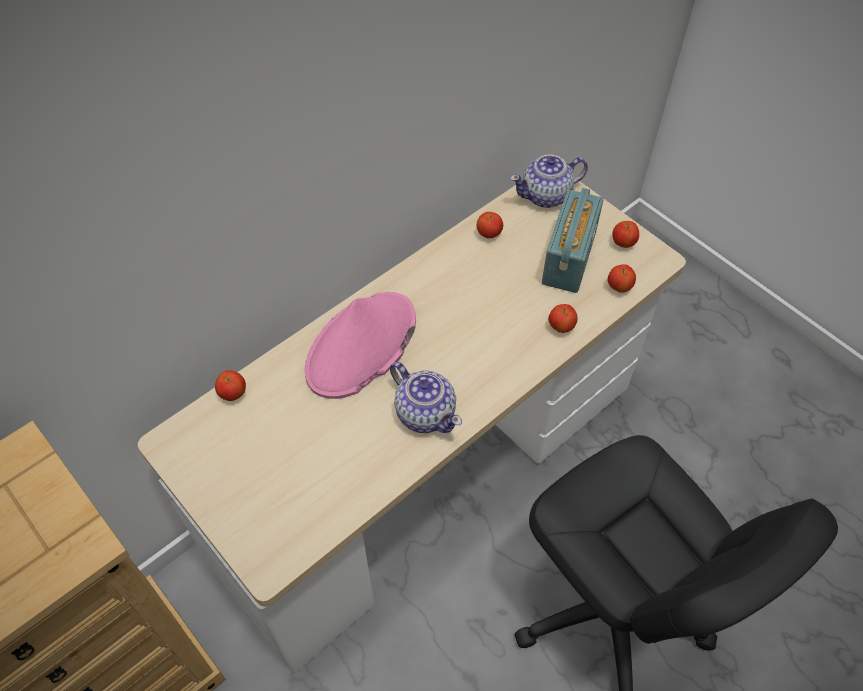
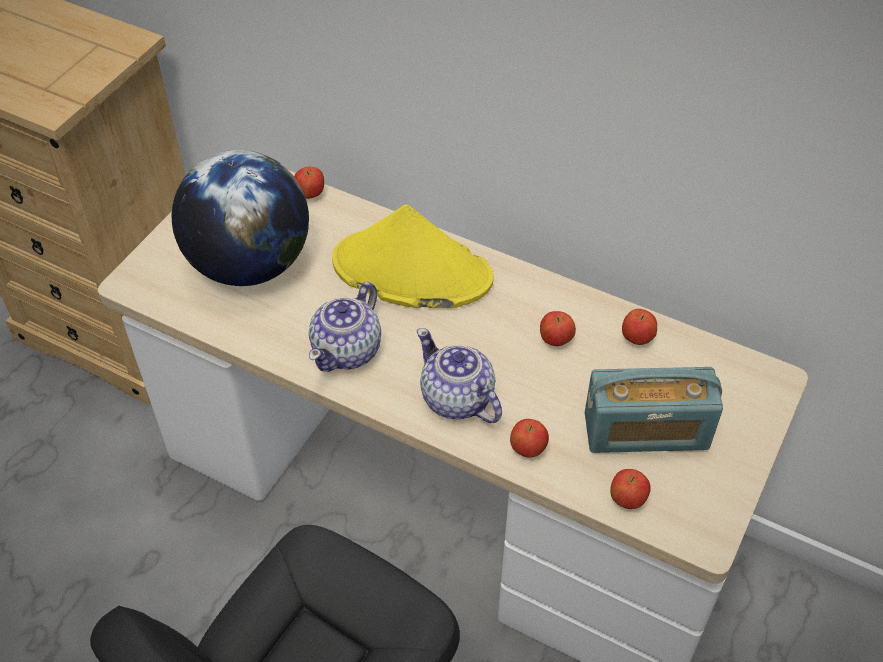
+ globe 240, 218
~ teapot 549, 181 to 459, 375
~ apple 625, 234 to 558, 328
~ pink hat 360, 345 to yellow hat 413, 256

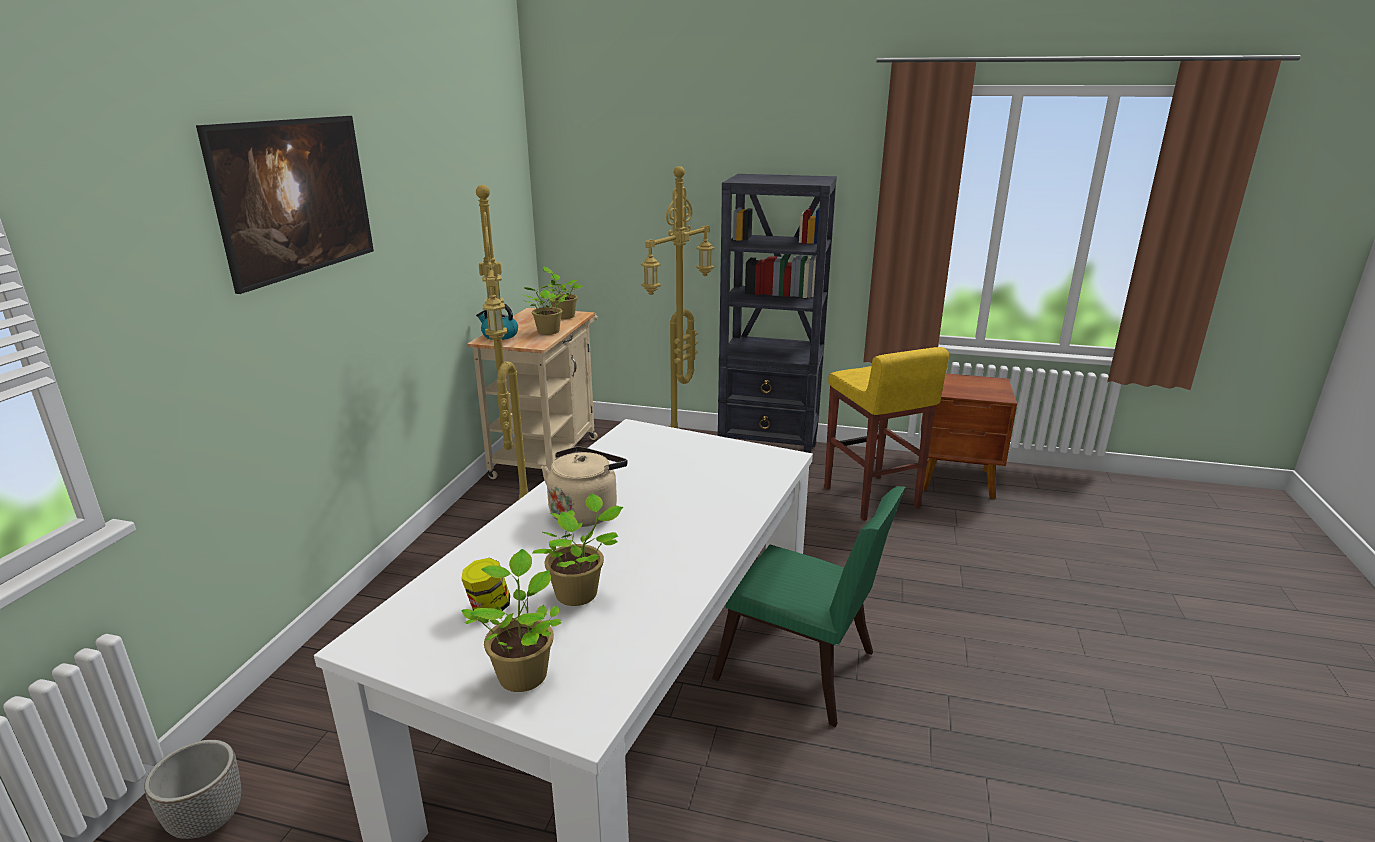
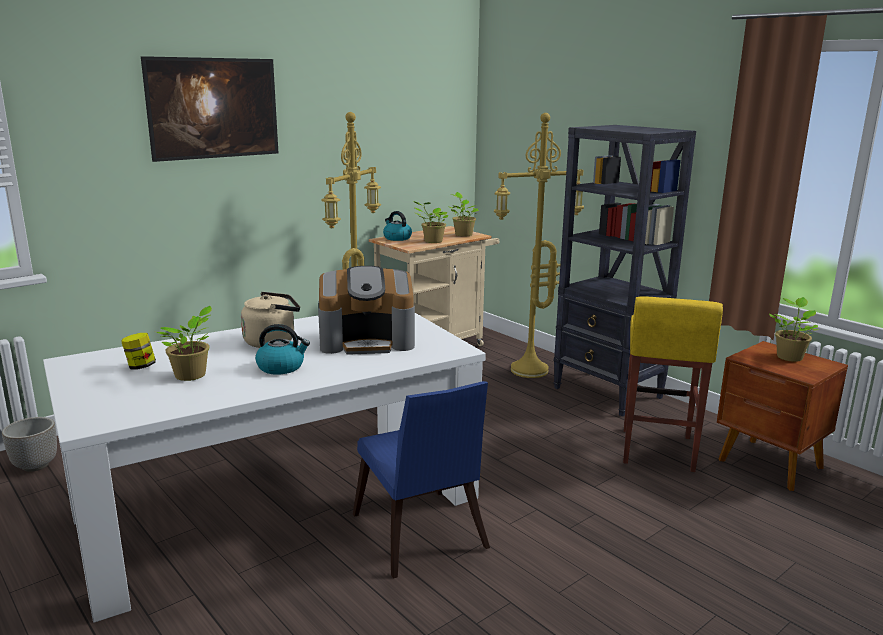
+ kettle 282, 349
+ coffee machine 366, 310
~ potted plant 511, 620 to 794, 329
~ green chair 808, 606 to blue chair 421, 480

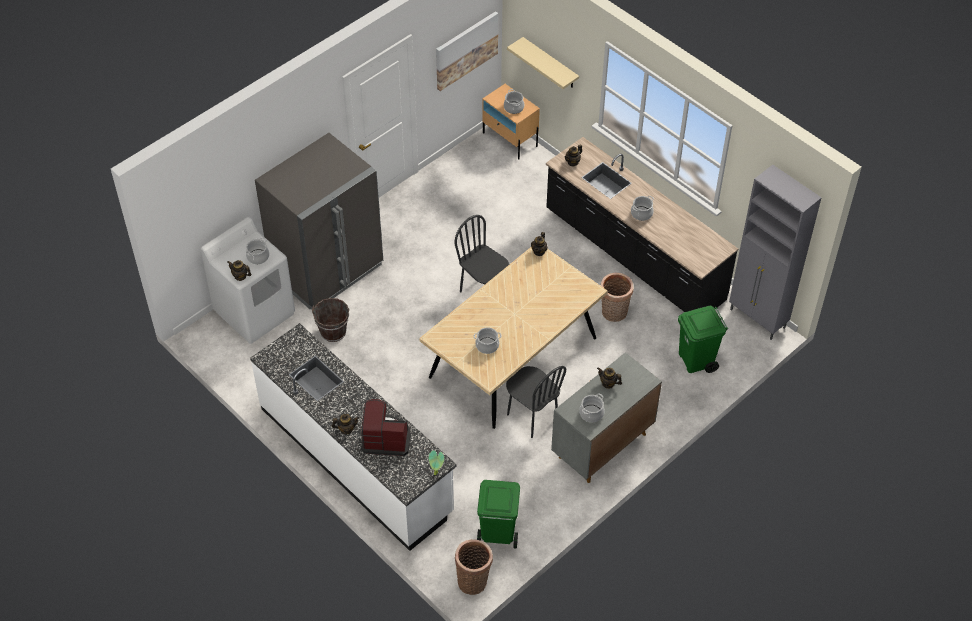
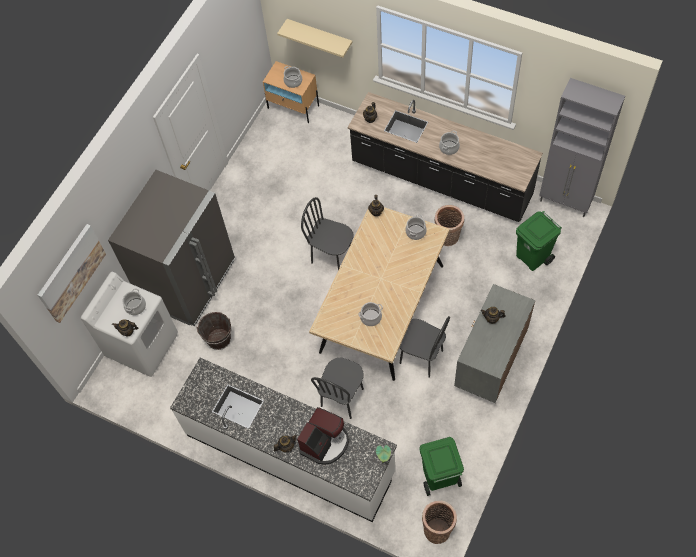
+ black chair 337, 388
~ picture 467, 51 to 72, 273
~ cooking pot 592, 407 to 416, 227
~ coffee machine 386, 427 = 323, 436 135 degrees clockwise

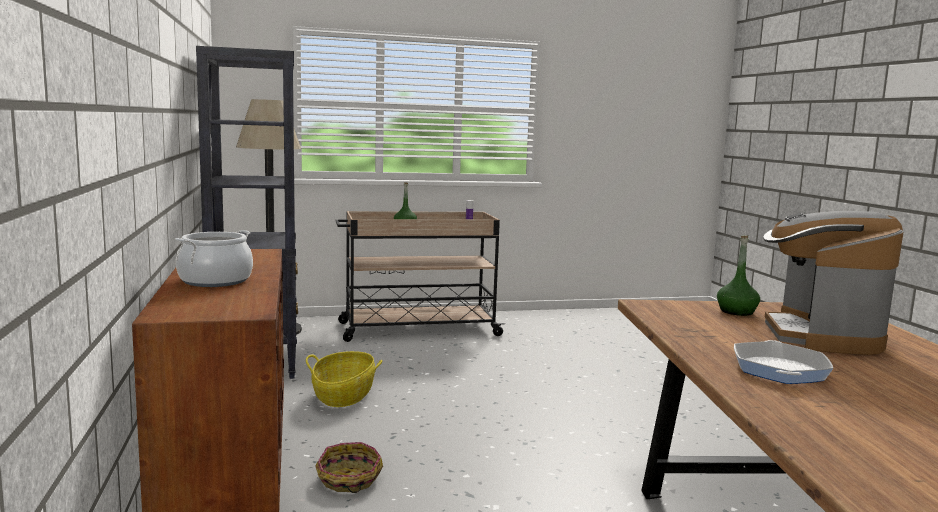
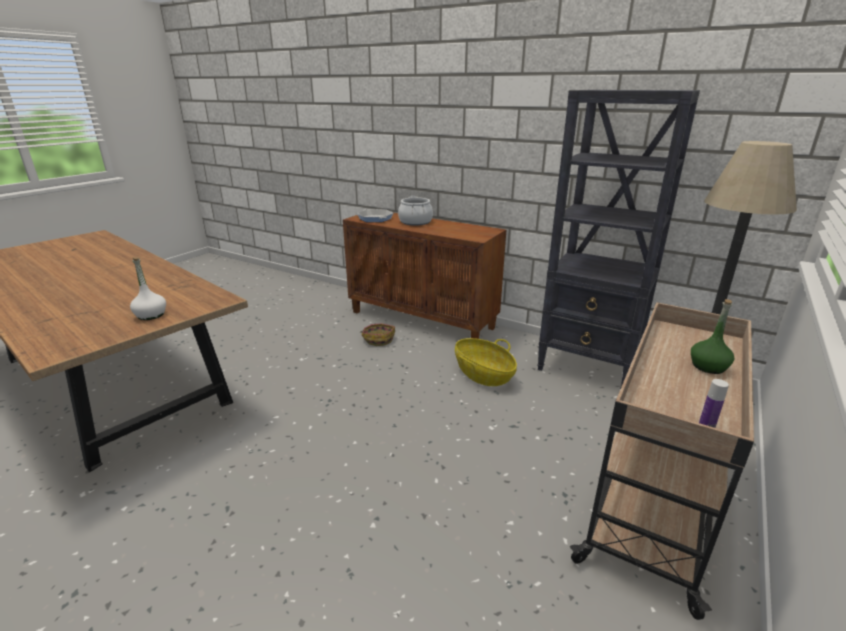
- coffee machine 833, 283
~ frying pan 783, 362 to 375, 215
~ green bottle 738, 275 to white bottle 148, 288

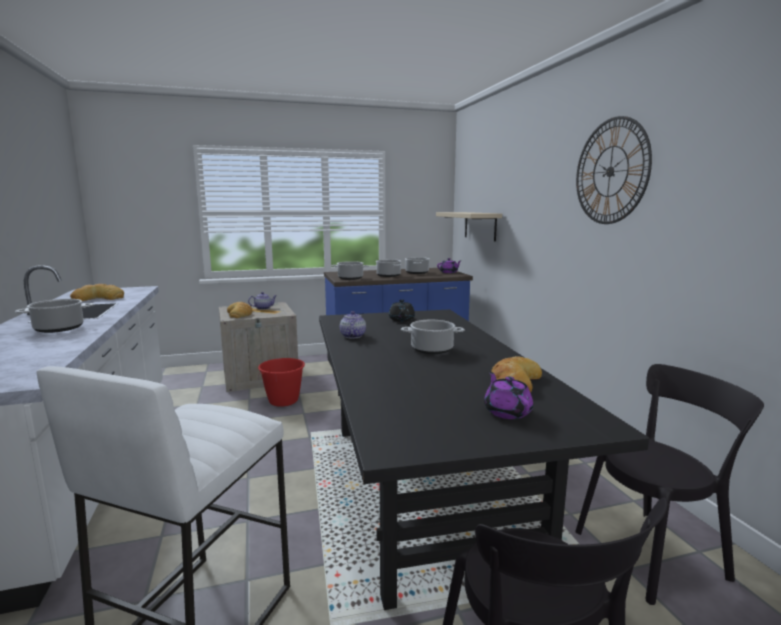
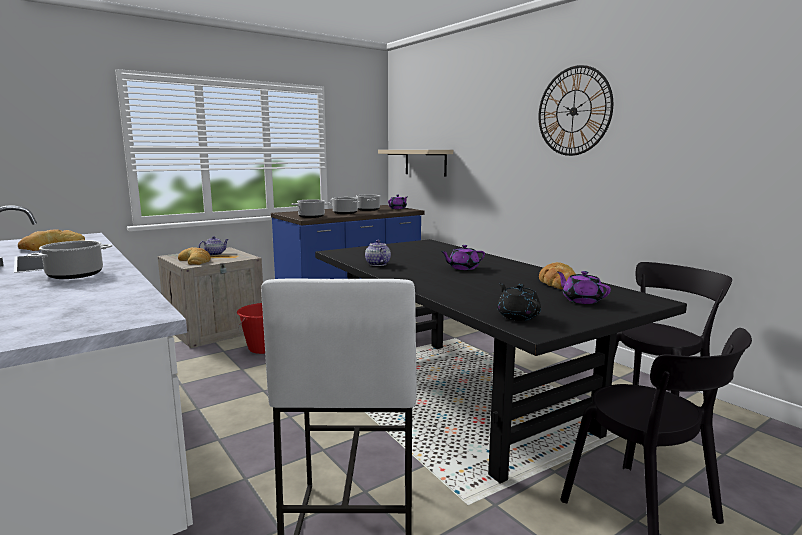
~ black teapot 402, 311 to 519, 302
~ cooking pot 432, 337 to purple teapot 463, 257

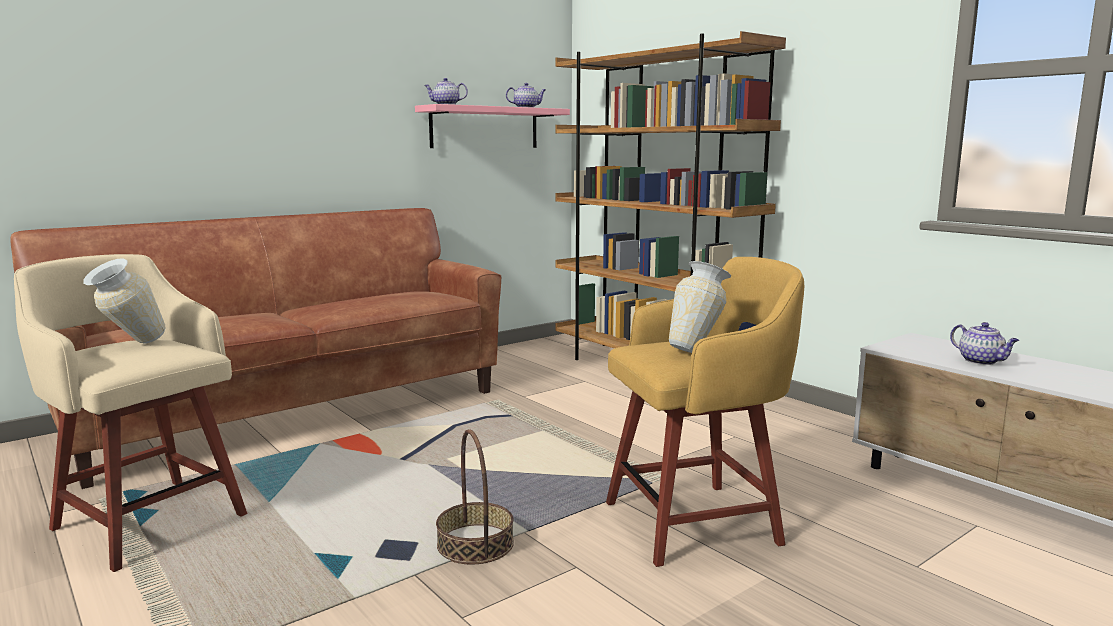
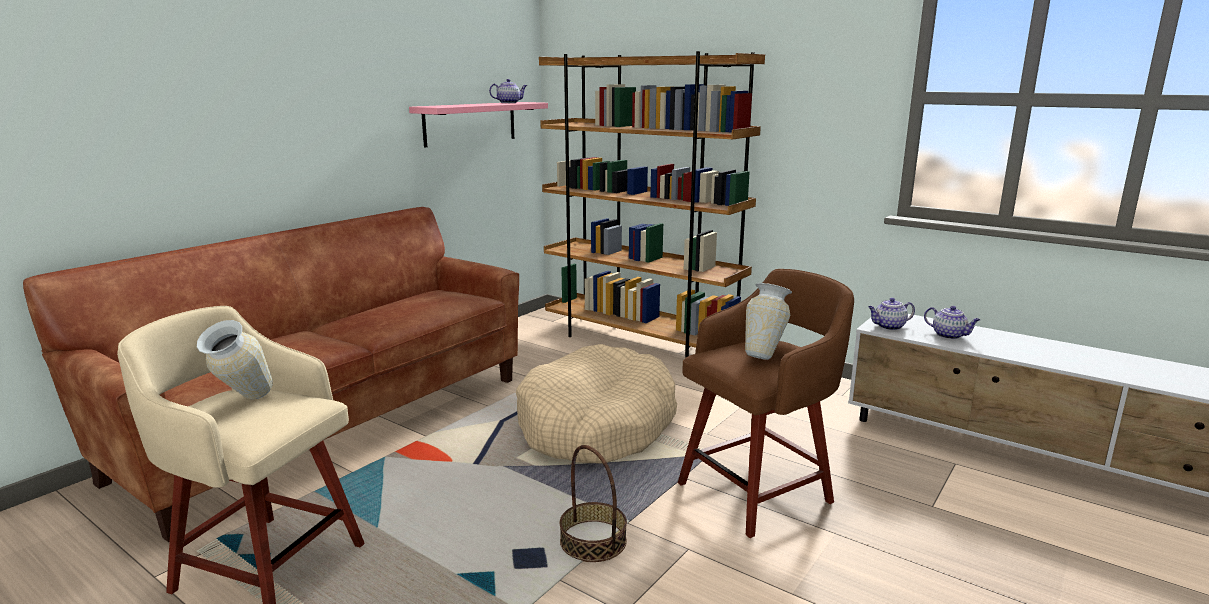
+ beige dog bed 596, 404
~ teapot 446, 91 to 891, 314
~ yellow stool 705, 412 to brown stool 766, 403

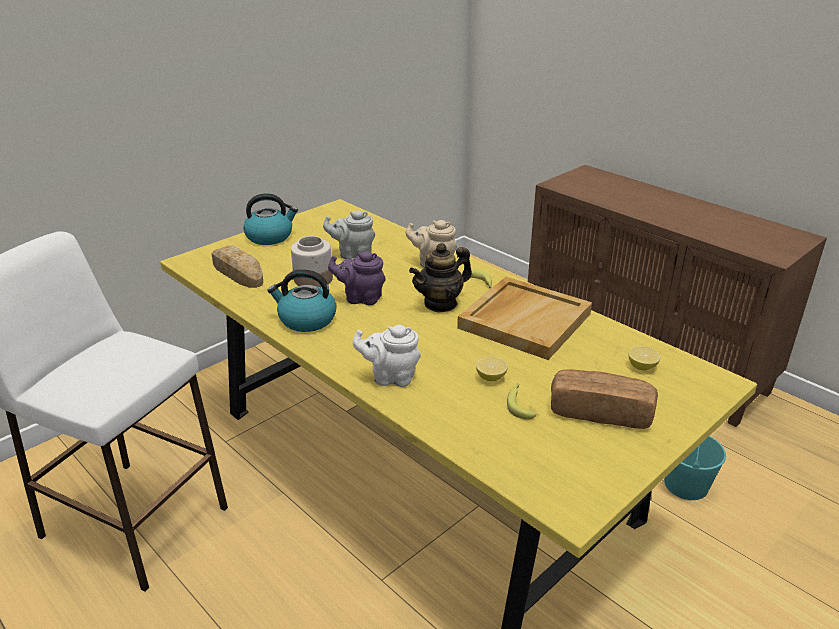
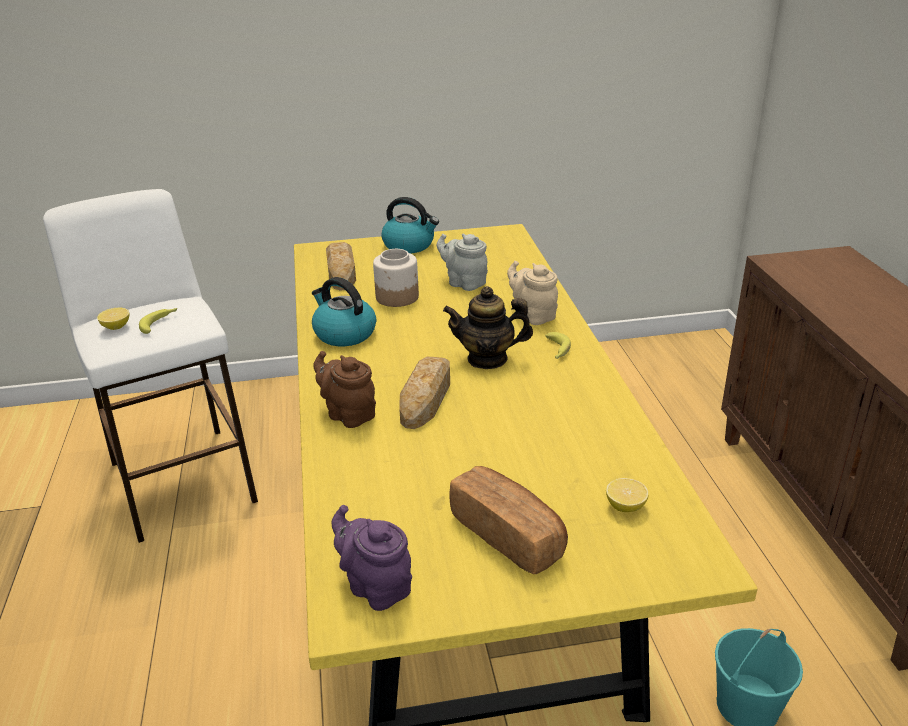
- beige tray 524, 318
+ bread 424, 393
~ purple teapot 357, 278 to 371, 558
~ lemon 492, 369 to 113, 319
~ banana 522, 401 to 158, 321
~ white teapot 387, 356 to brown teapot 344, 389

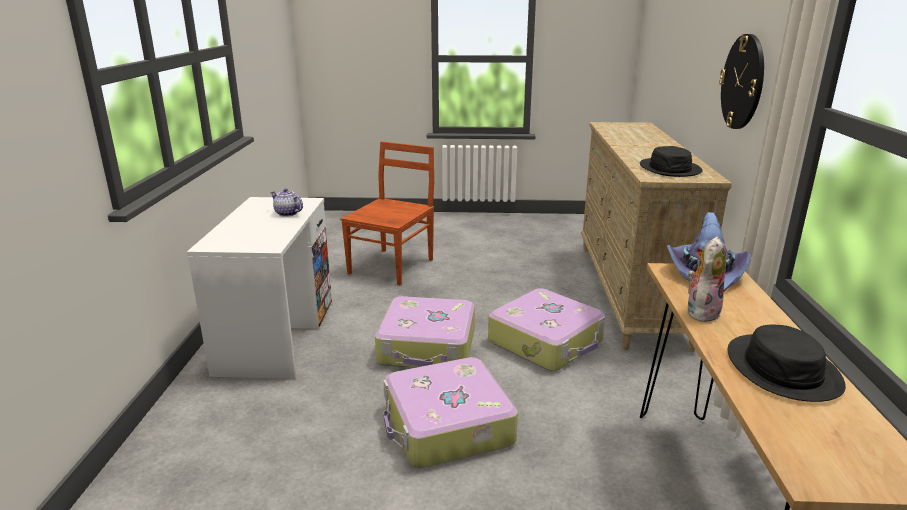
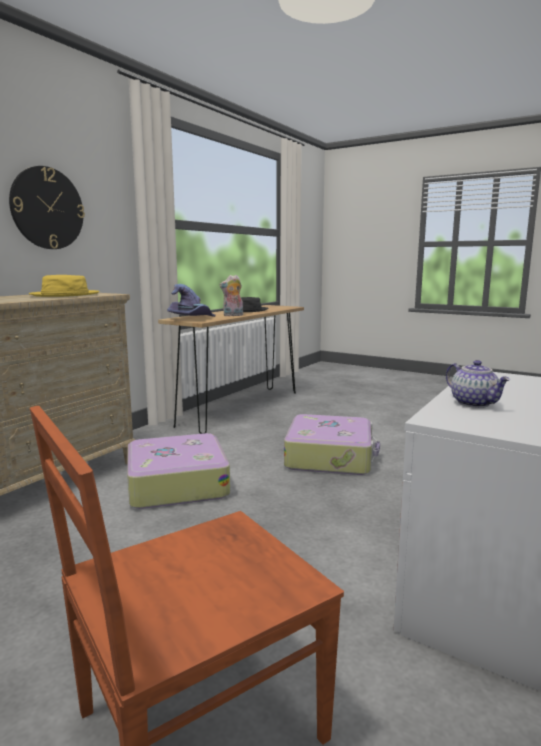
- suitcase 425, 332
~ black hat 671, 161 to yellow hat 64, 286

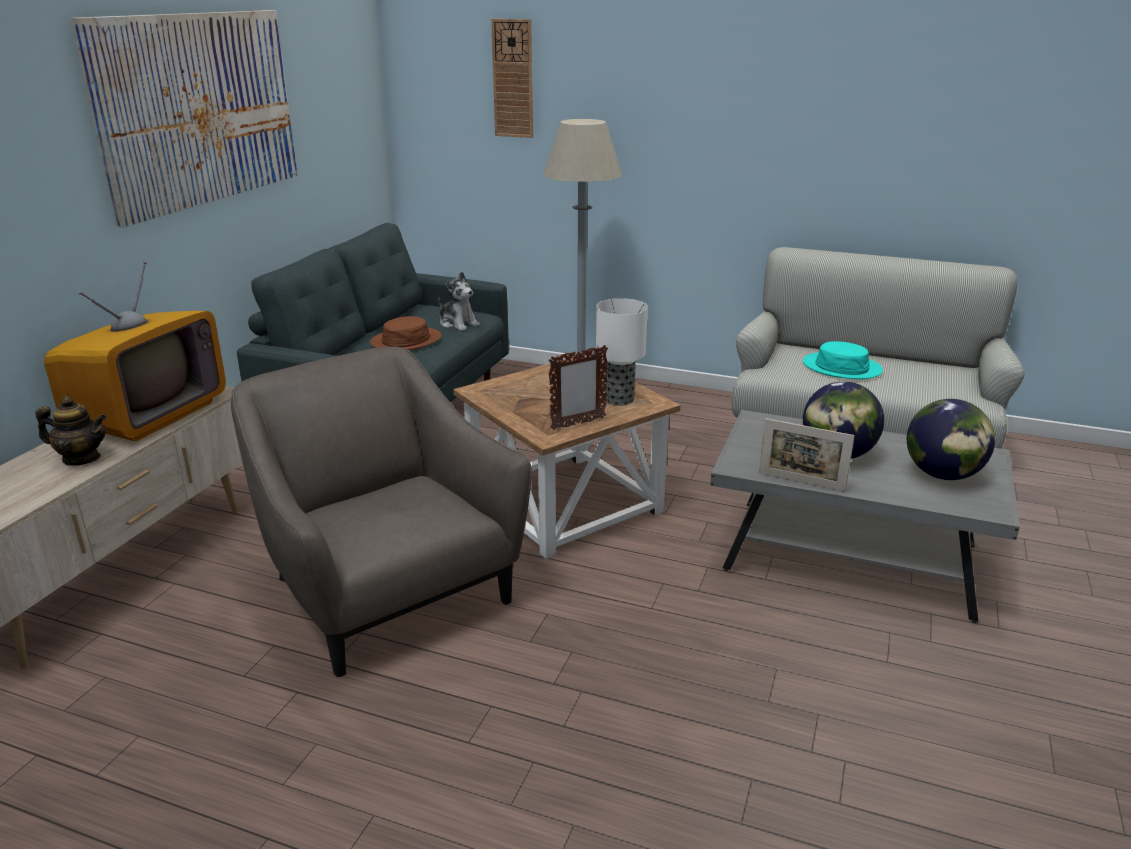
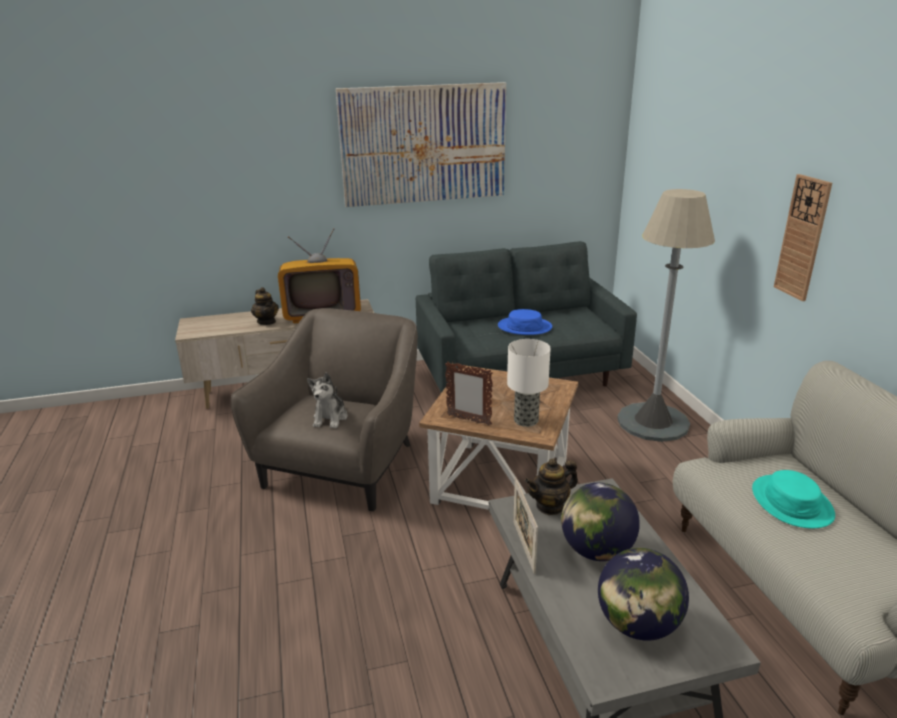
+ teapot 551, 486
~ plush toy 459, 301 to 327, 400
~ wall clock 512, 78 to 803, 237
~ brown hat 405, 333 to blue hat 525, 322

